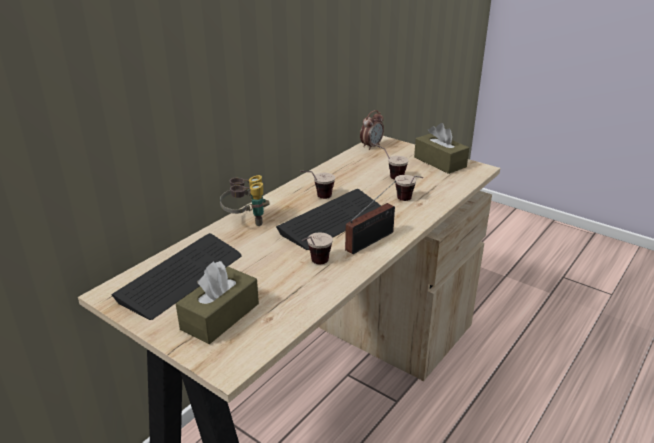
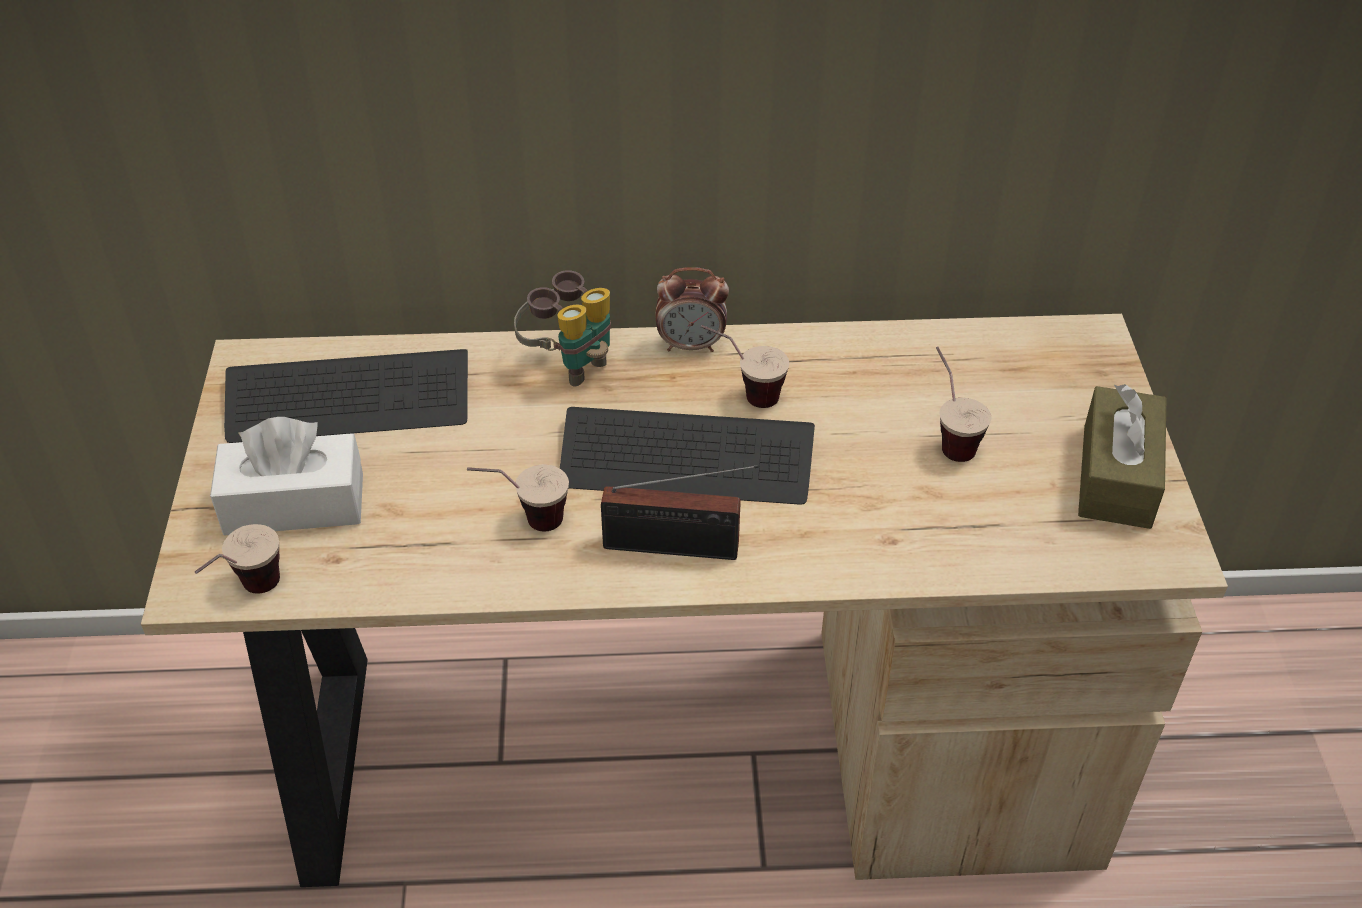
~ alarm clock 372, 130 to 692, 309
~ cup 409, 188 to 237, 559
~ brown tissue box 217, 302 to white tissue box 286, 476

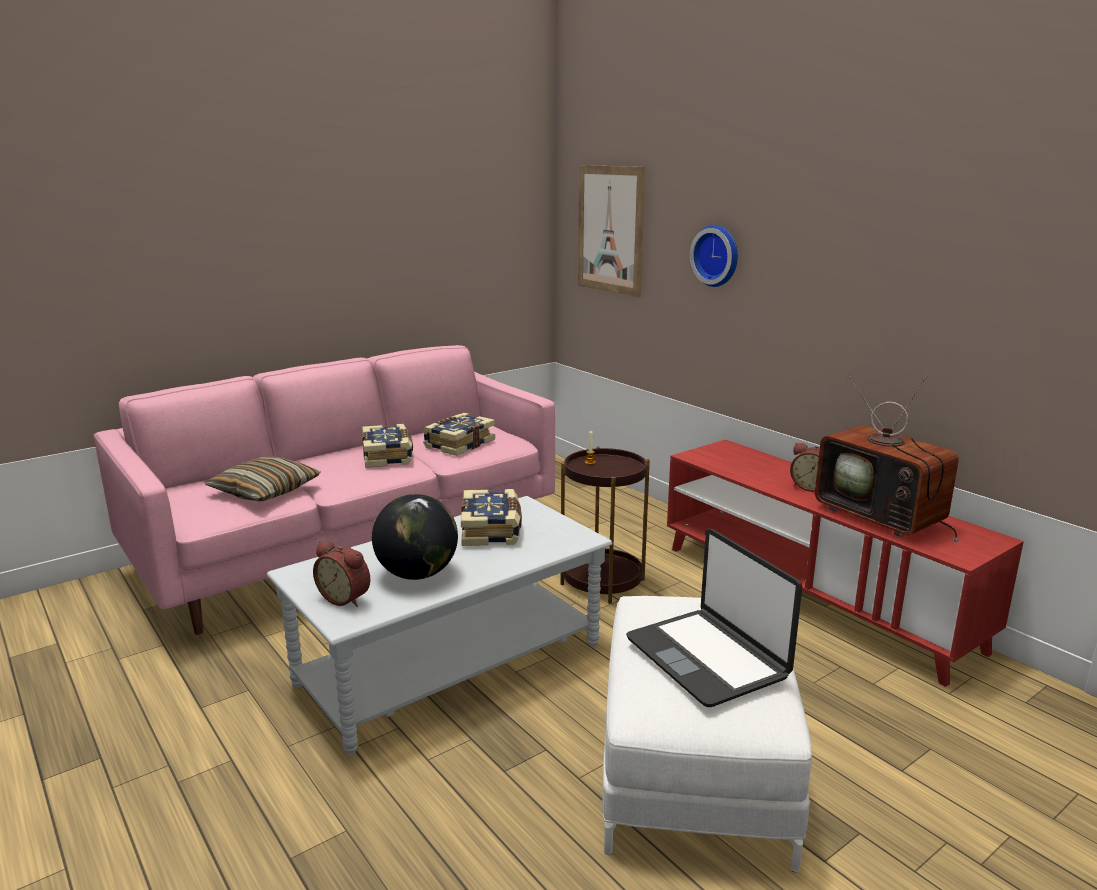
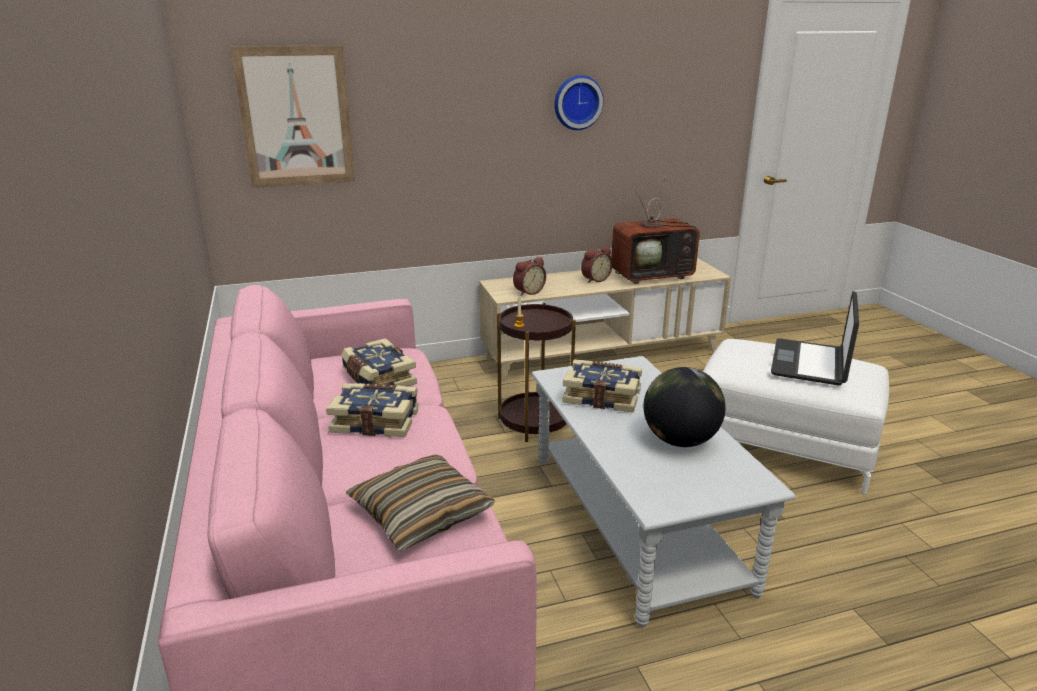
~ alarm clock 341, 574 to 529, 276
~ wall clock 714, 256 to 579, 102
~ red tv stand 845, 563 to beige tv stand 605, 320
~ laptop 714, 618 = 815, 338 120 degrees clockwise

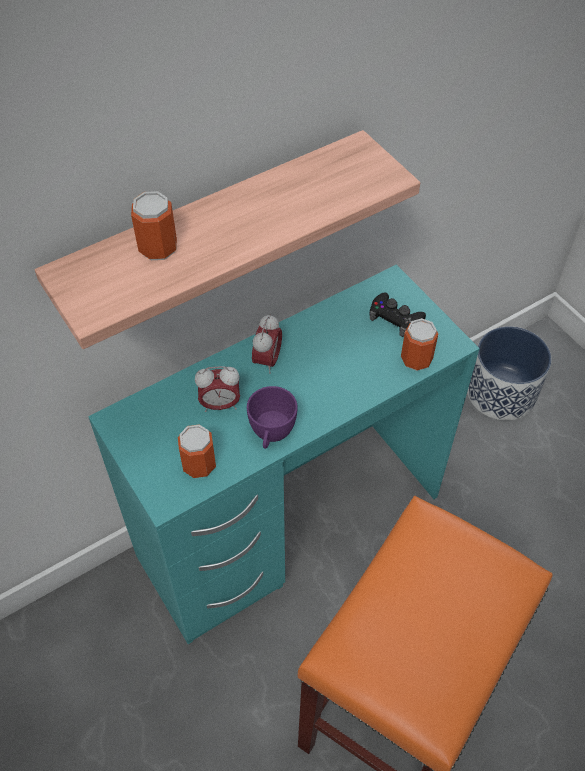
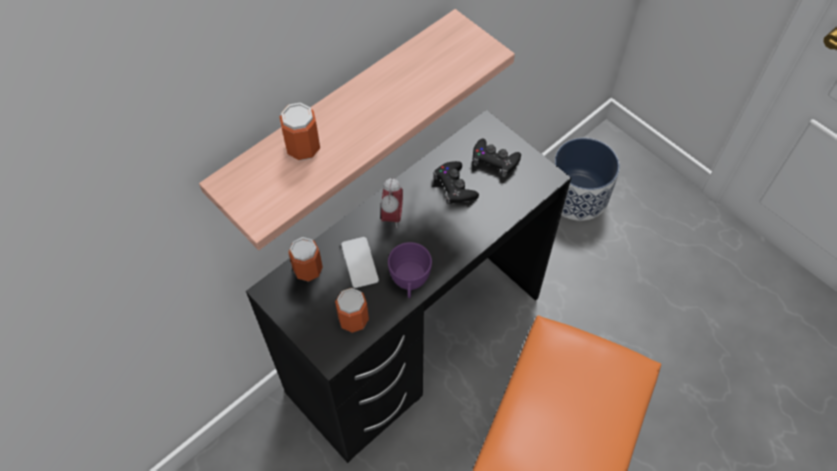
+ black game controller 456, 182
~ can 419, 344 to 305, 259
~ alarm clock 217, 389 to phone 360, 262
~ turquoise desk 284, 454 to black desk 408, 286

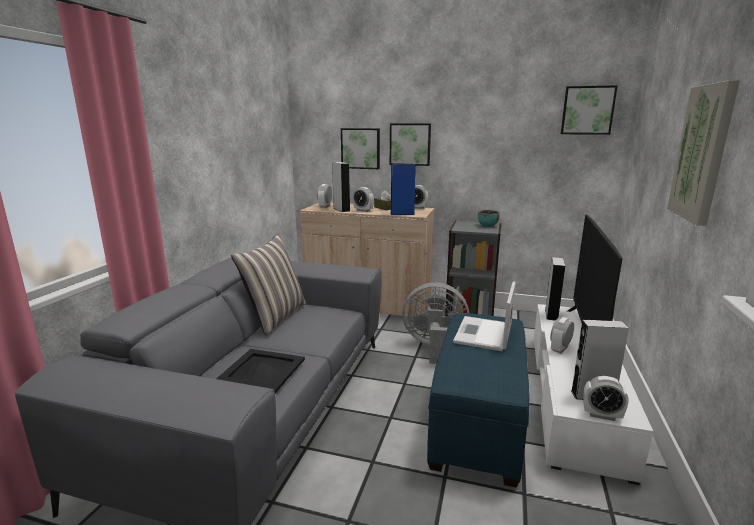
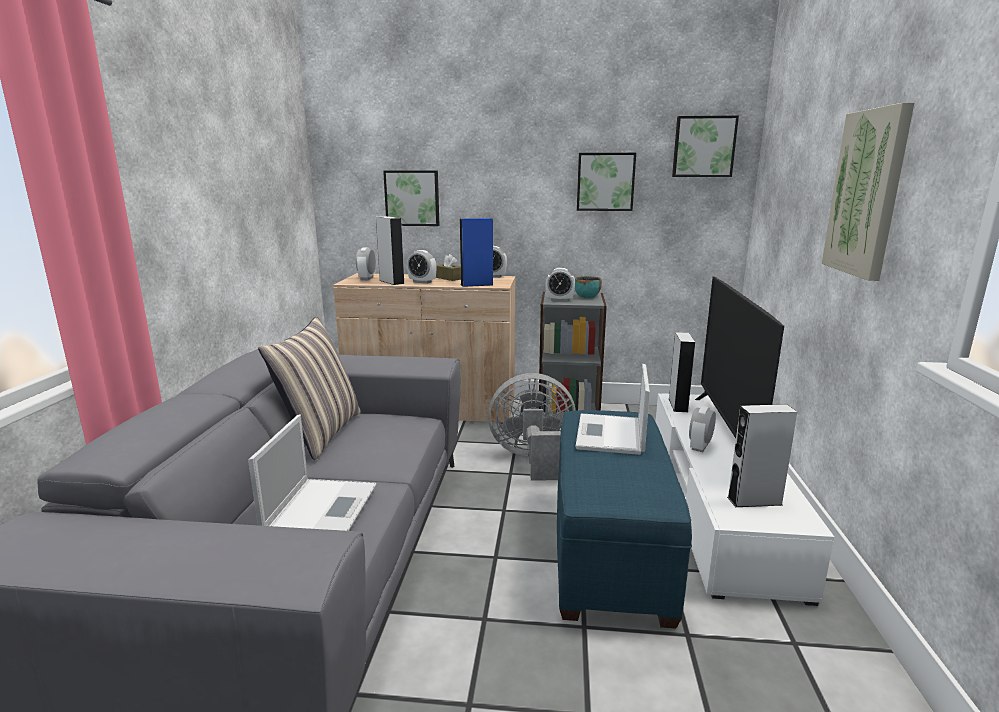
~ picture 410, 144 to 606, 182
~ alarm clock 605, 398 to 560, 285
~ black tray 260, 371 to laptop 312, 472

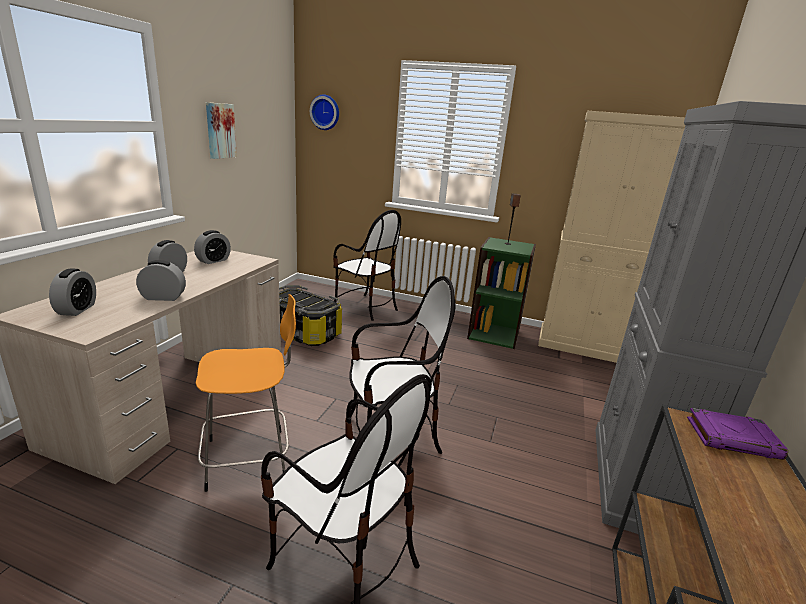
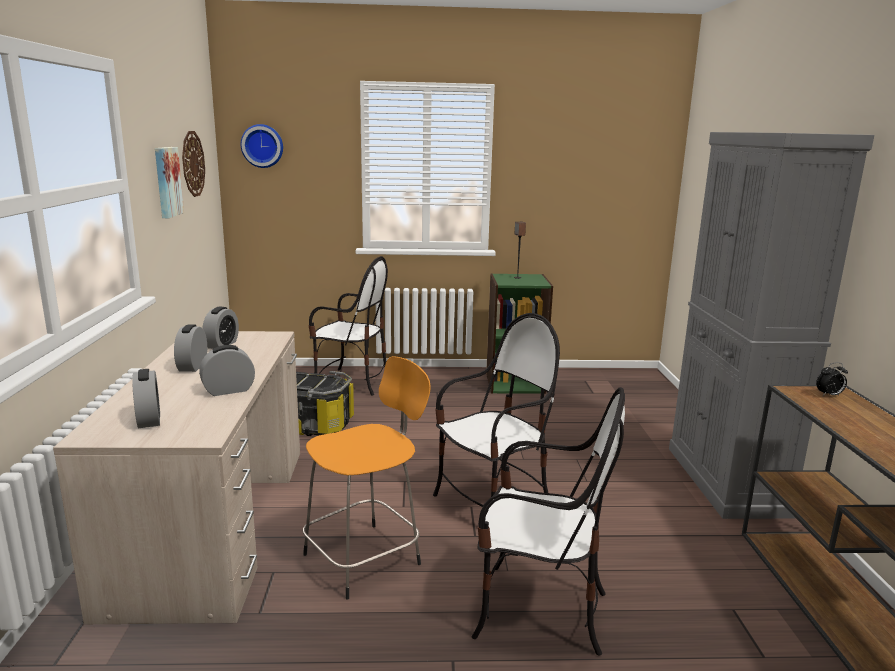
- beige cabinet 611, 237
+ wall clock 193, 164
~ purple book 737, 434 to alarm clock 832, 379

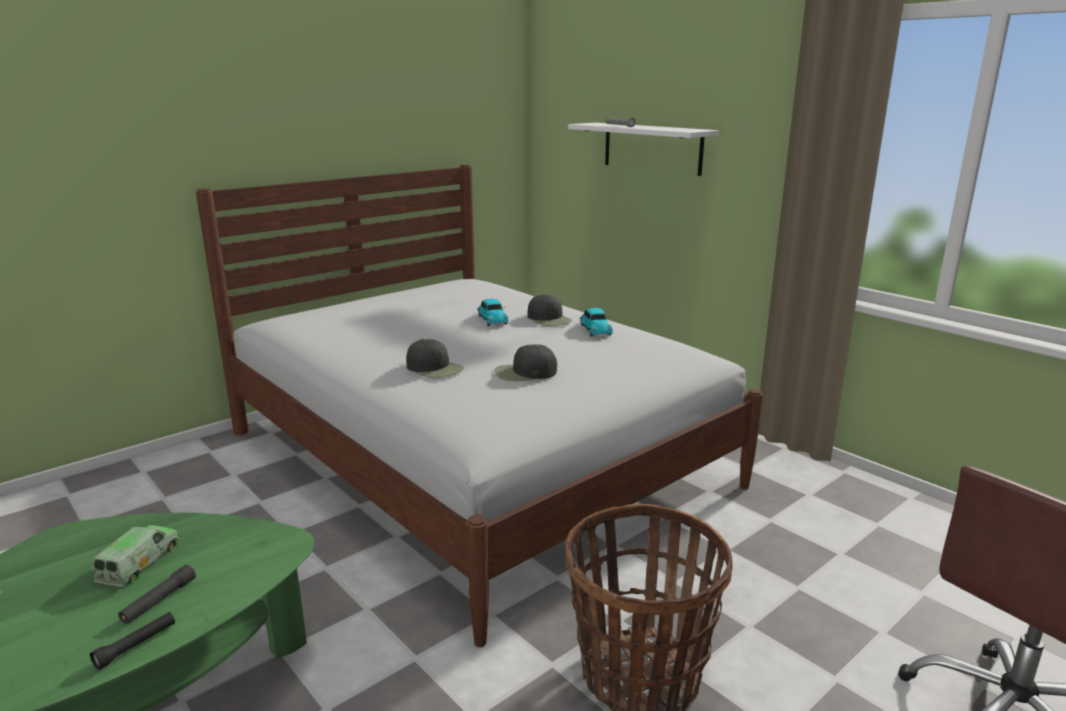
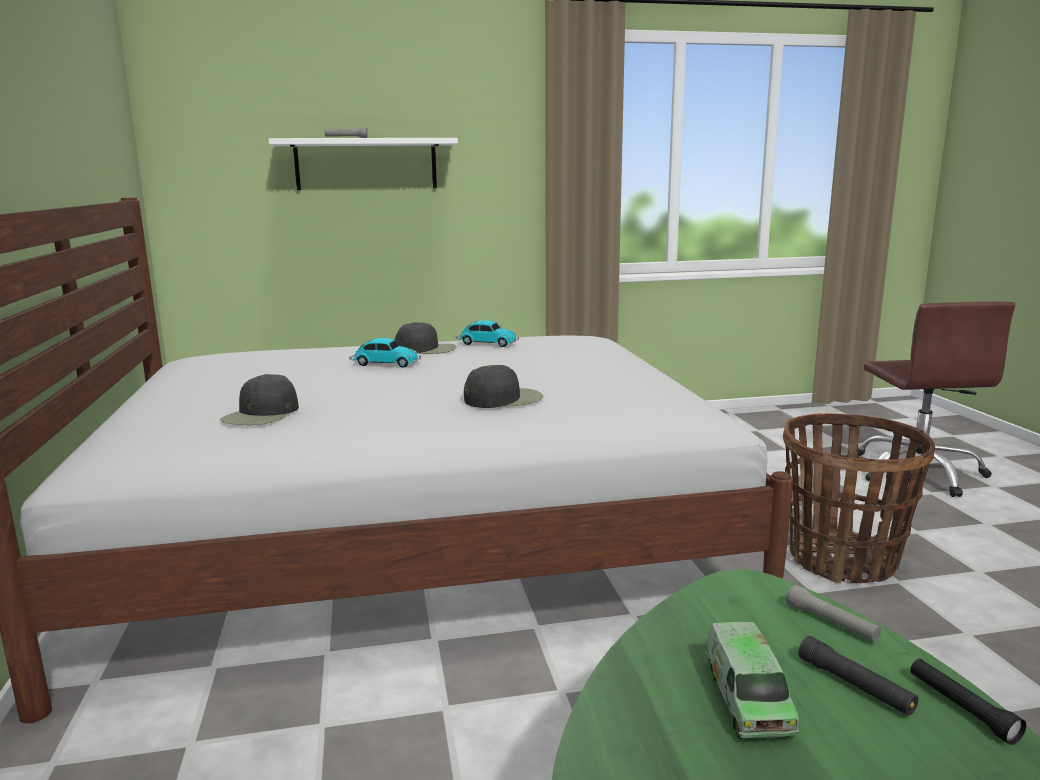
+ grey flashlight 833, 613
~ black cap 525, 362 to 259, 399
~ toy truck 135, 556 = 752, 681 135 degrees counterclockwise

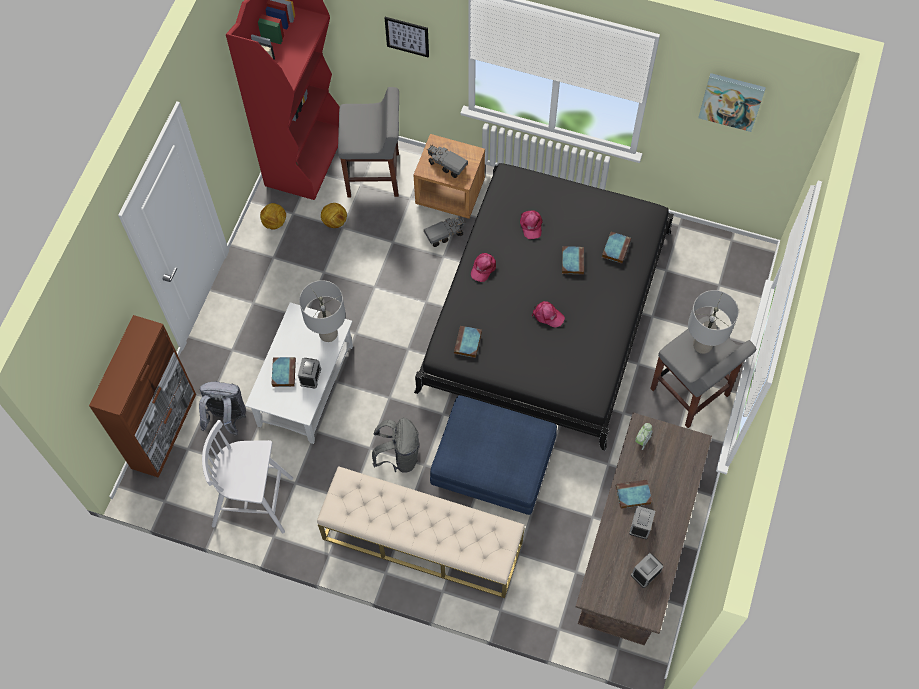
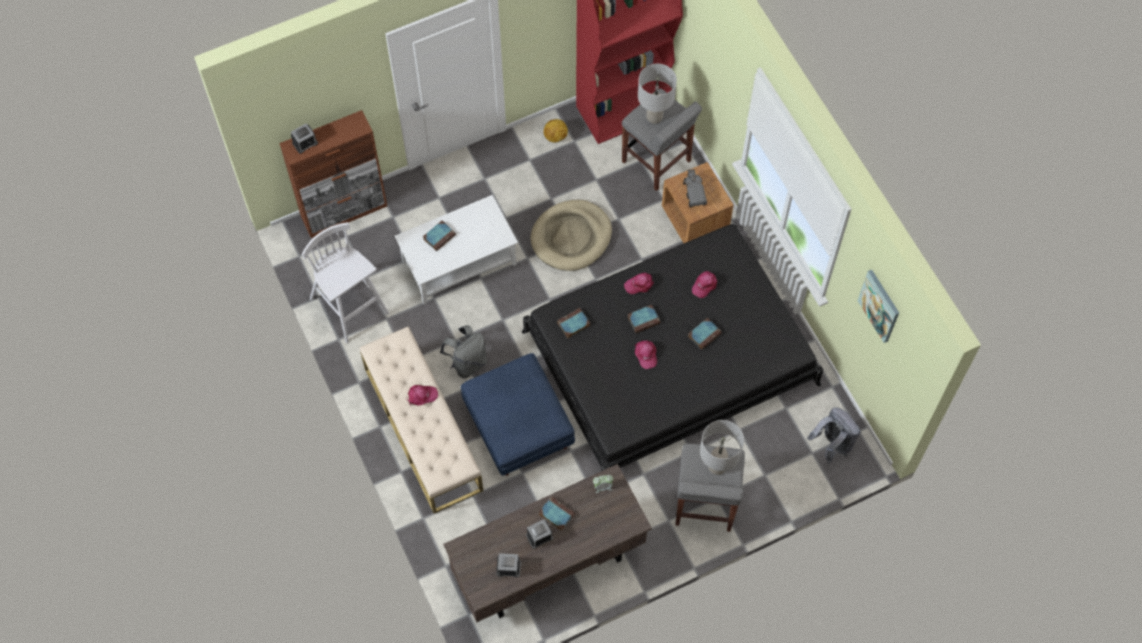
- football 334, 215
- picture 407, 37
- toy truck 444, 232
+ pink cap 423, 395
+ beige dog bed 571, 235
~ grey backpack 222, 408 to 833, 435
~ alarm clock 309, 373 to 304, 139
~ grey table lamp 322, 311 to 657, 94
~ book 616, 248 to 644, 319

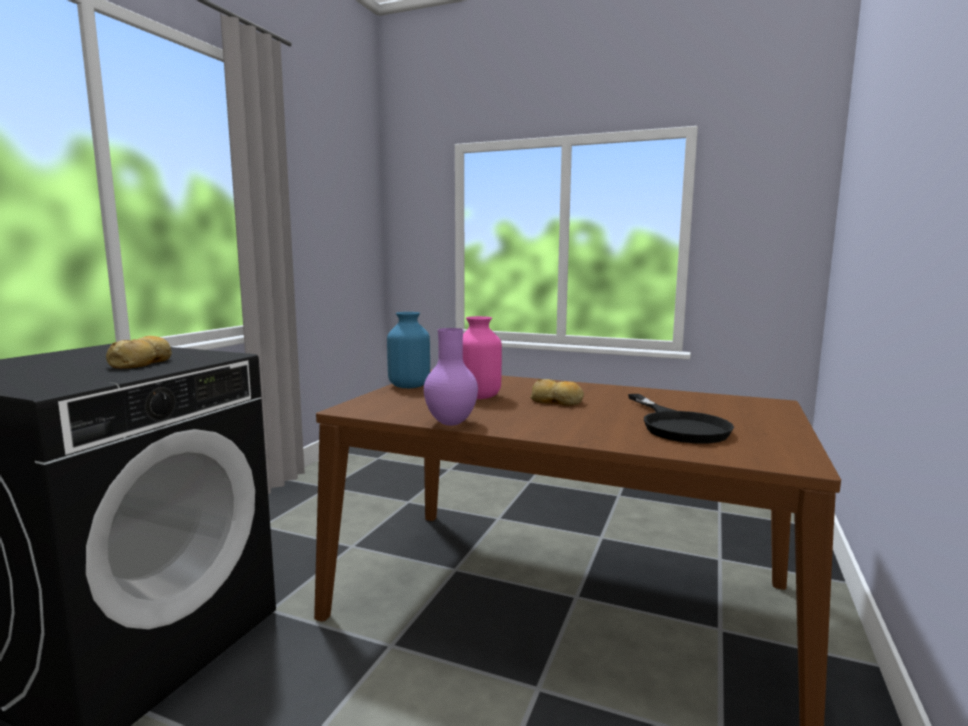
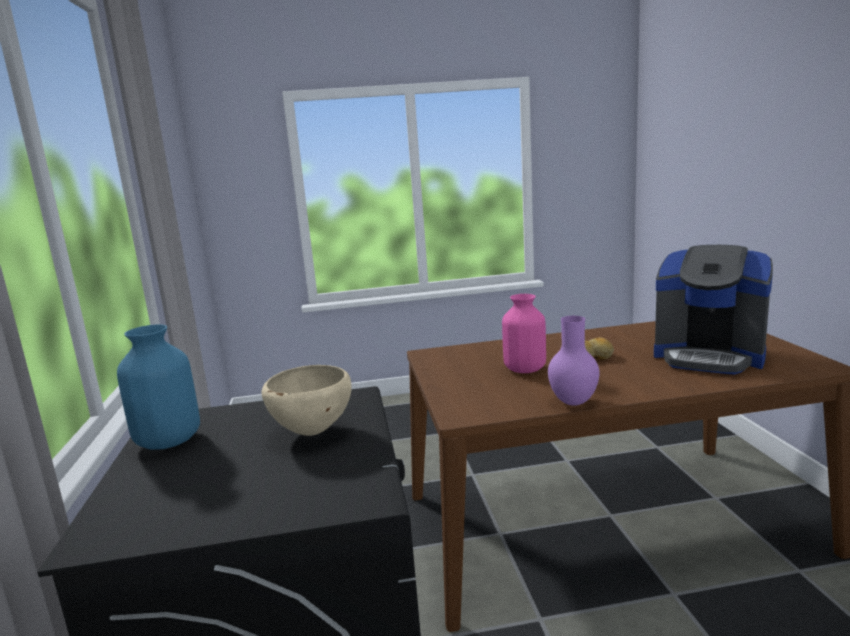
~ blue vase 408, 350 to 158, 387
~ bread 139, 352 to beige bowl 306, 400
~ black frying pan 681, 418 to coffee machine 713, 310

